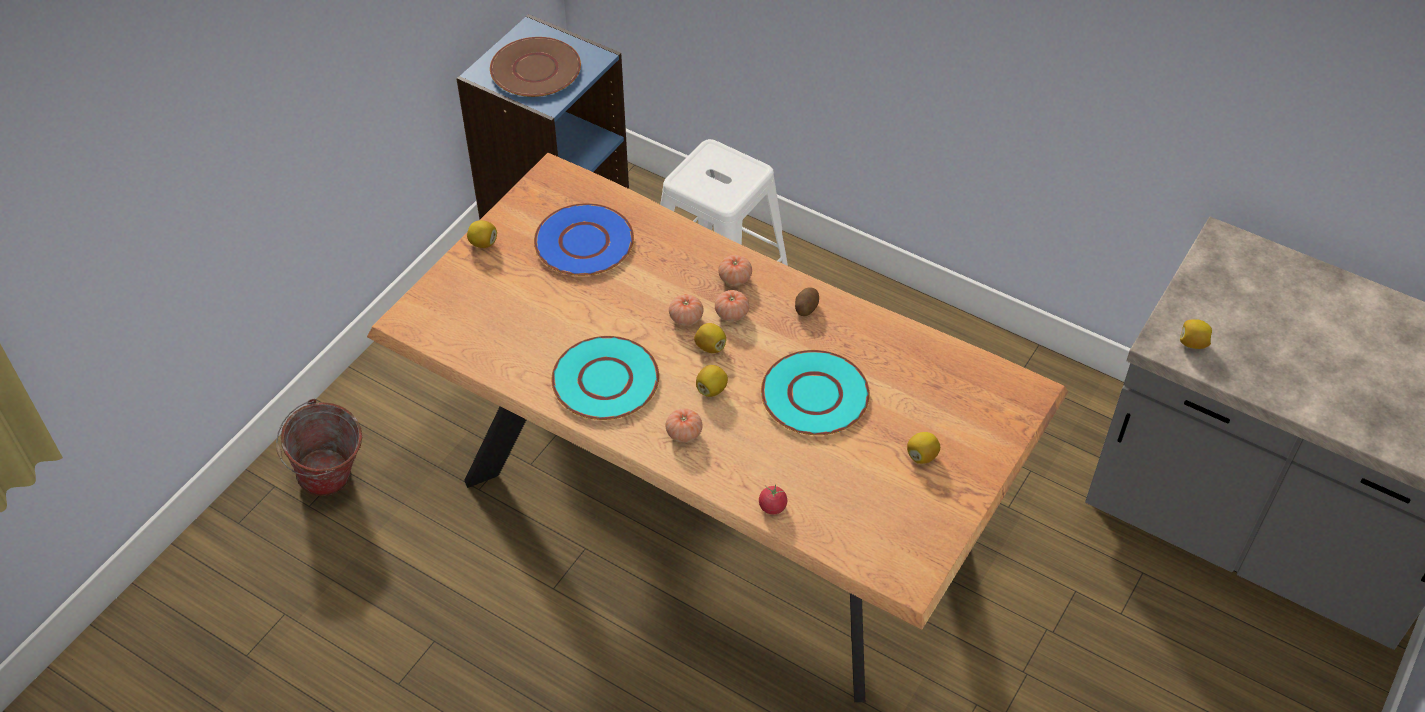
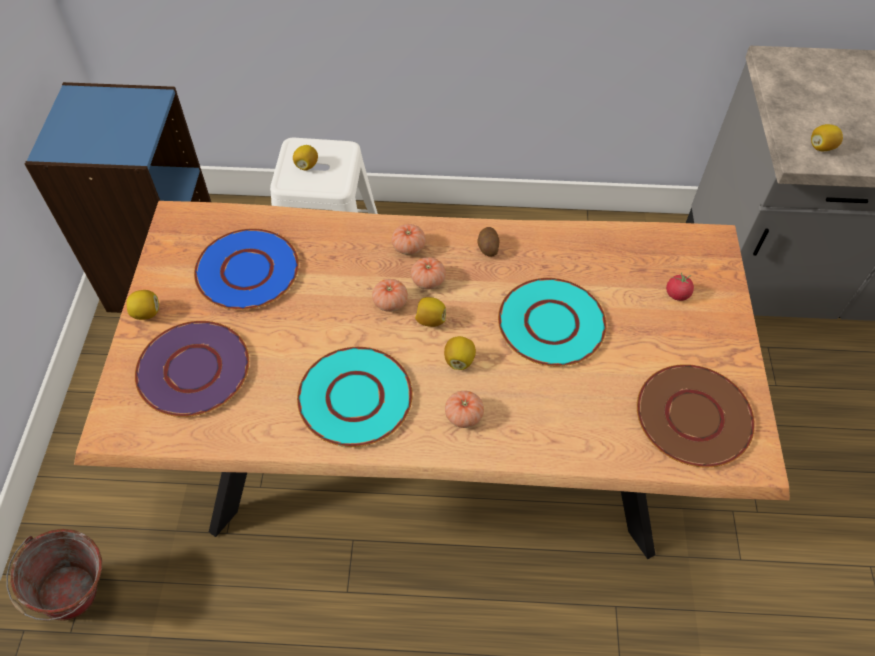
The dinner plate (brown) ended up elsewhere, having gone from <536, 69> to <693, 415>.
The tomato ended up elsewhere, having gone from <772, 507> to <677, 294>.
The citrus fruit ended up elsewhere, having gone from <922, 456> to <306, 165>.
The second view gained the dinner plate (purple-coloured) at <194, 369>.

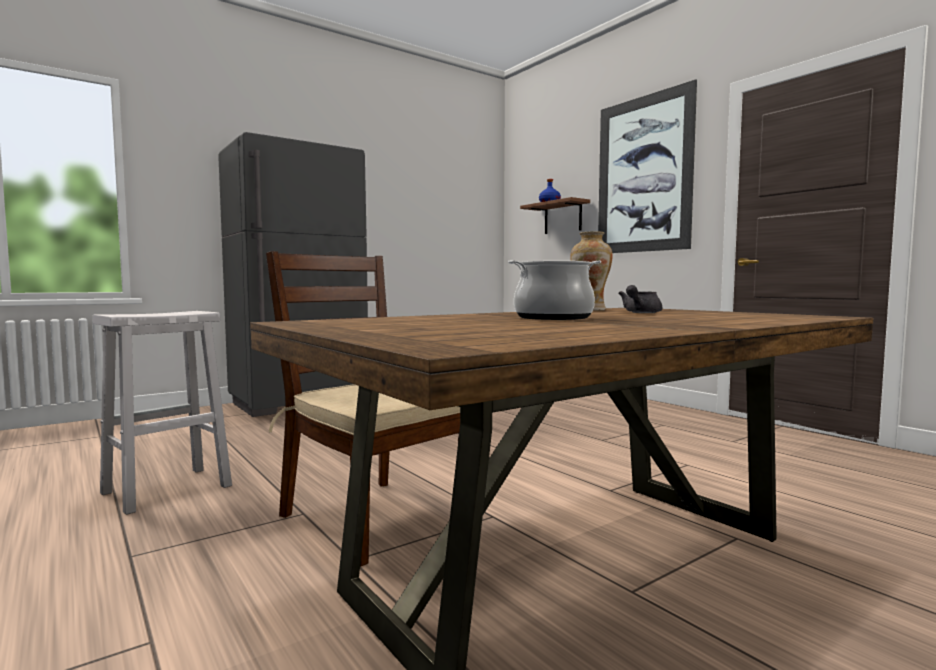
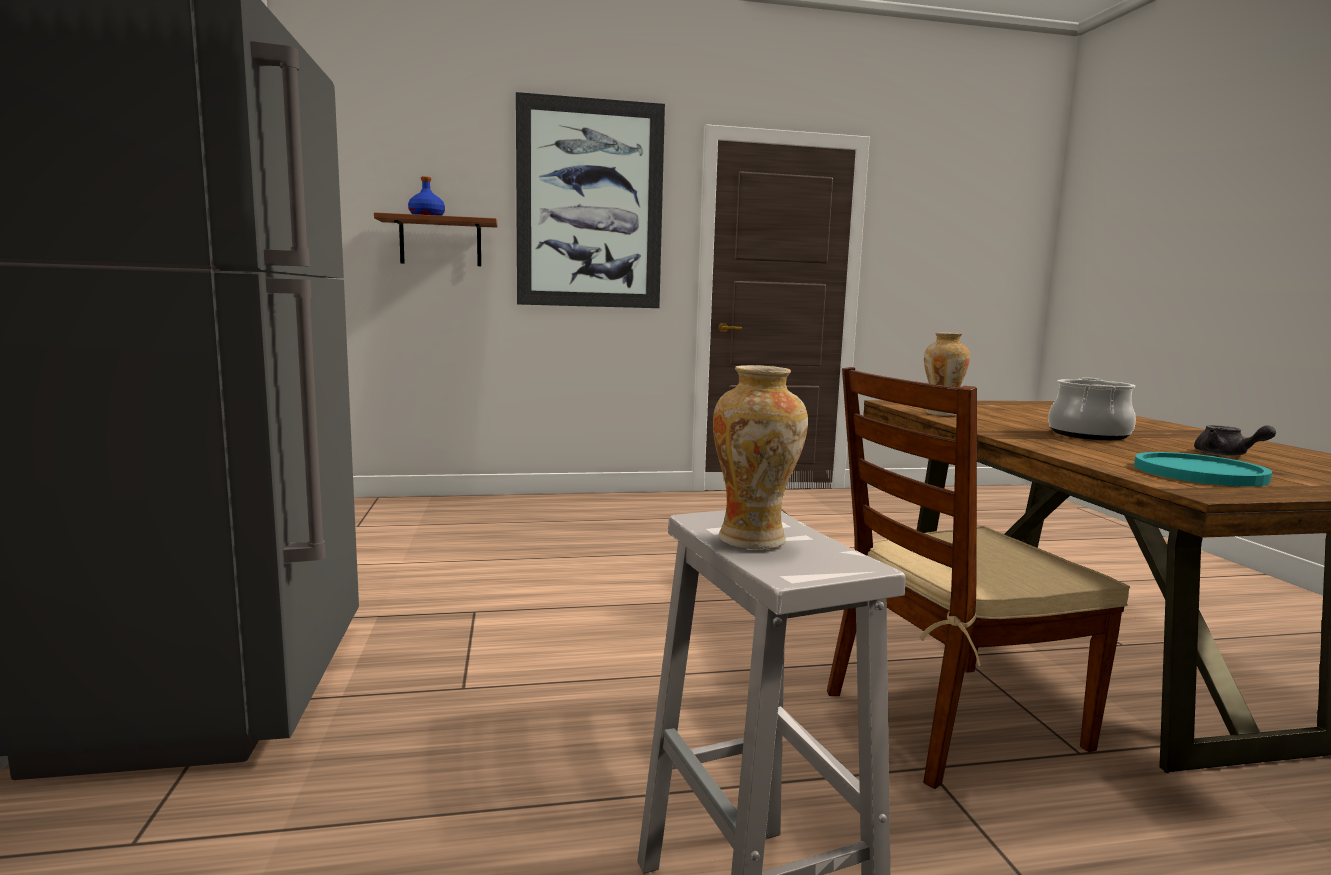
The teapot (greyish) ended up elsewhere, having gone from <640, 313> to <1226, 455>.
The second view gained the vase at <754, 540>.
The second view gained the dinner plate (turquoise) at <1199, 472>.

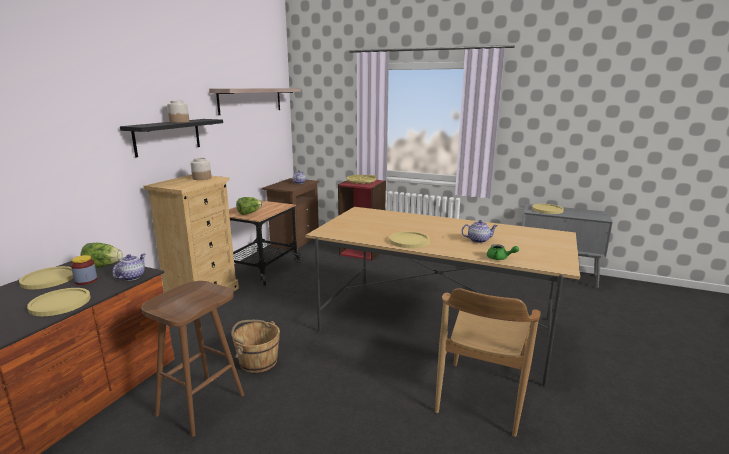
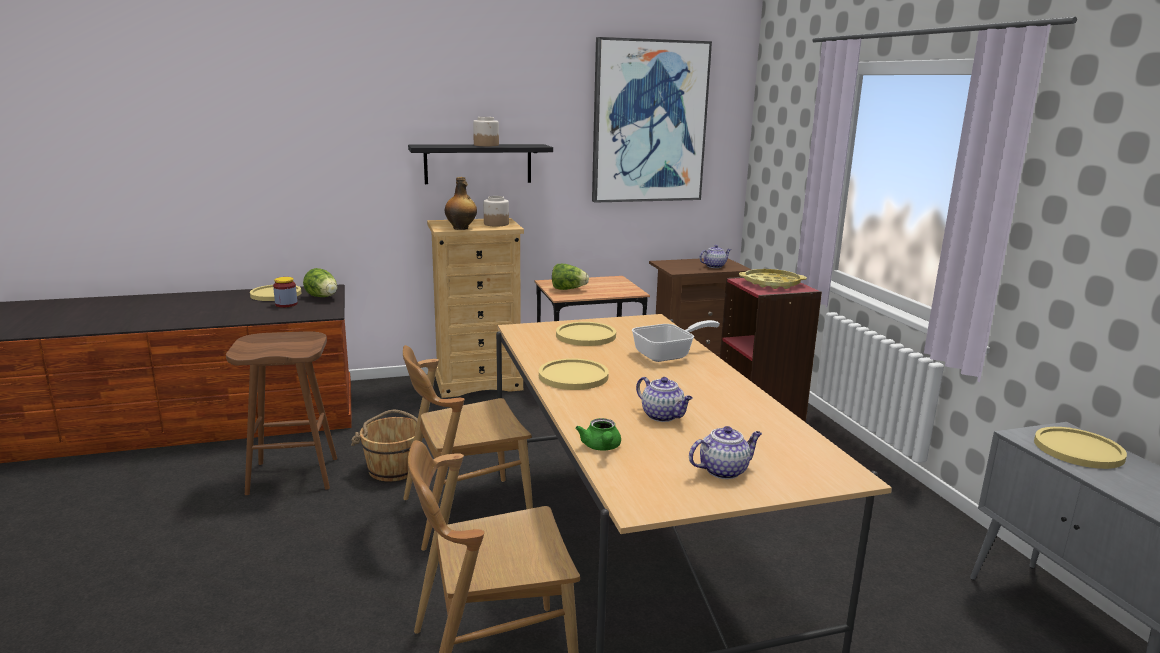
The dinner plate (yellow-coloured) ended up elsewhere, having gone from <60, 303> to <585, 335>.
The teapot ended up elsewhere, having gone from <132, 277> to <724, 470>.
Where the bracket shelf hung at <251, 100>, the wall art came to hang at <649, 122>.
The second view gained the upright chair (brown) at <466, 512>.
The second view gained the drink bottle at <461, 228>.
The second view gained the skillet at <669, 355>.

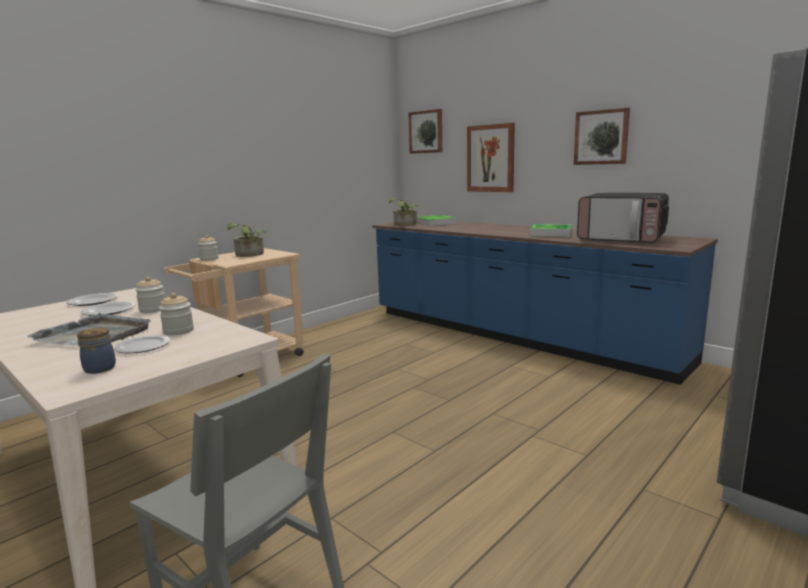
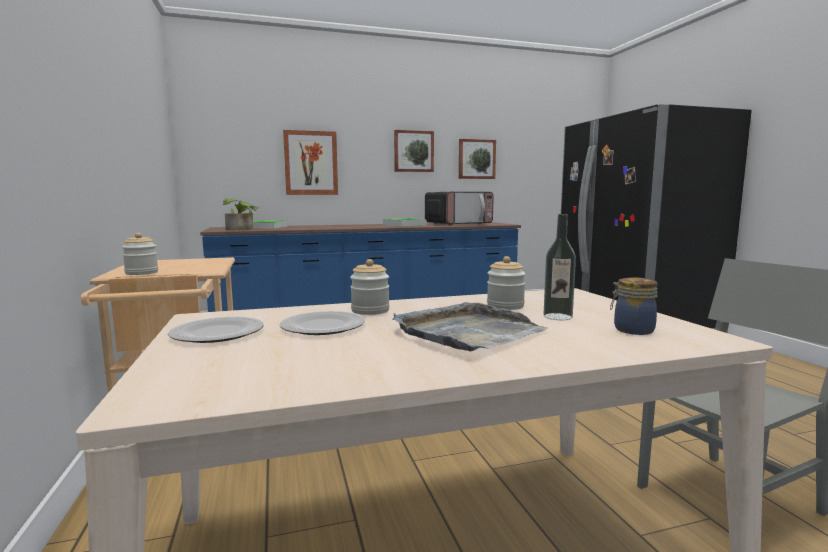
Where the dinner plate stood at <143, 347>, the drink bottle came to stand at <557, 317>.
The second view lost the houseplant at <249, 255>.
The wall art ended up elsewhere, having gone from <426, 132> to <476, 159>.

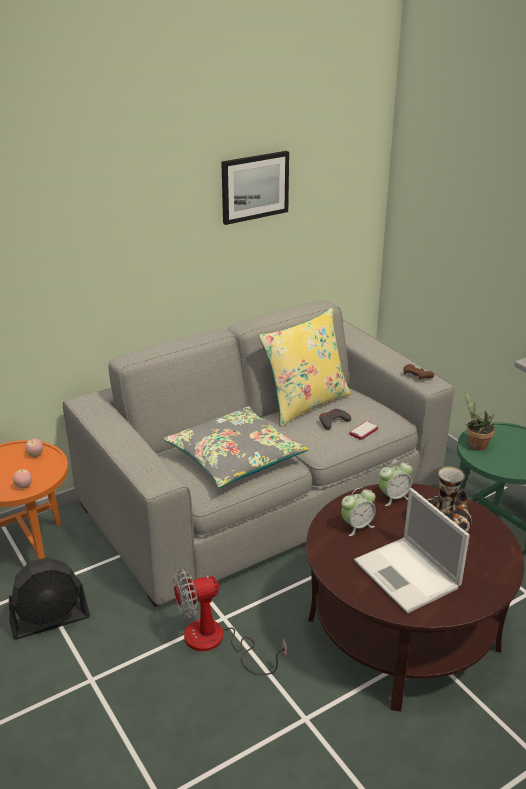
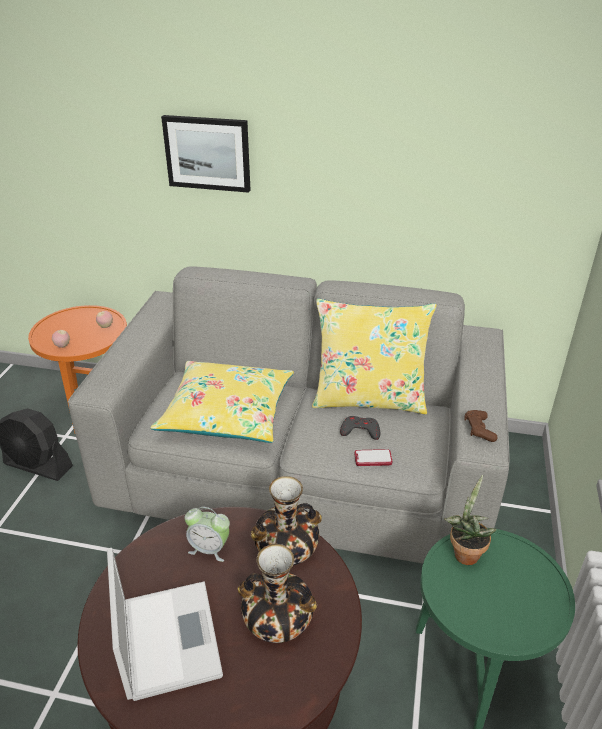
What was the throw pillow (greyish) at <235, 457> turned into the throw pillow (yellow-coloured) at <227, 412>.
The second view lost the electric fan at <216, 642>.
The wall art ended up elsewhere, having gone from <254, 187> to <207, 153>.
The laptop at <408, 575> ended up facing another way, 150 degrees clockwise from before.
Where the alarm clock stood at <393, 497>, the vase came to stand at <288, 546>.

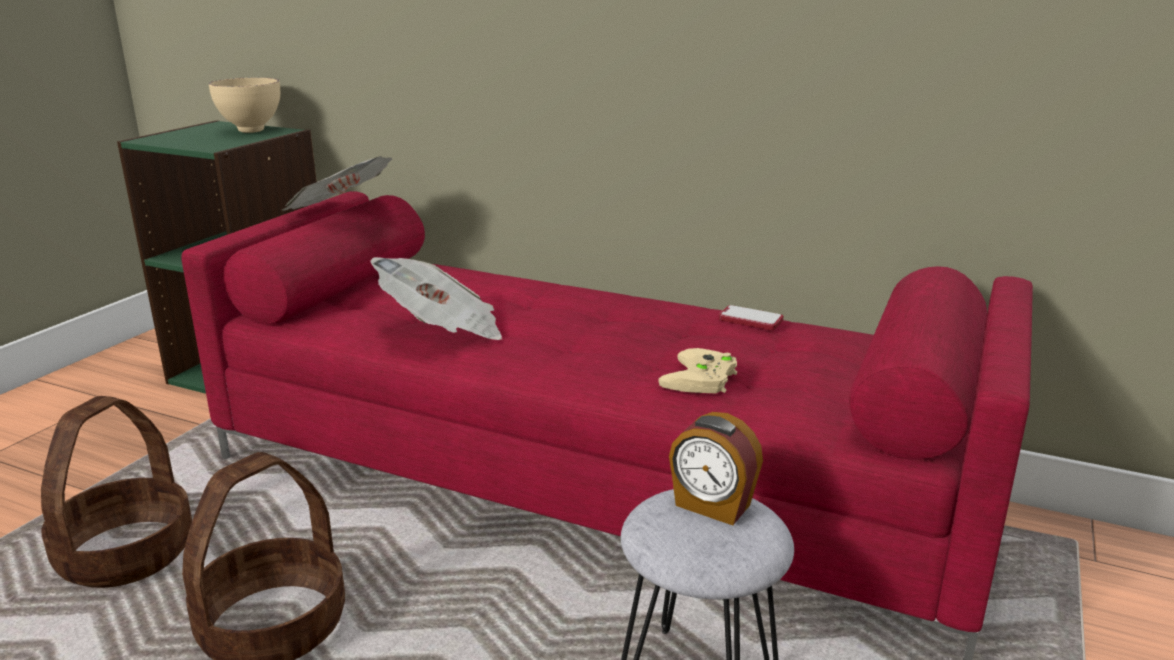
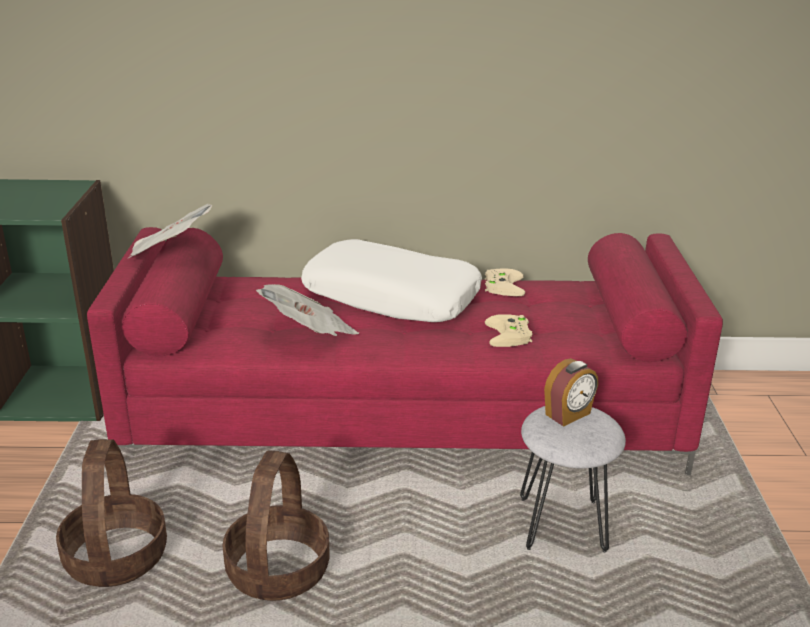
The second view lost the deep dish (beige) at <251, 130>.
The alarm clock at <712, 506> ended up facing another way, 45 degrees counterclockwise from before.
Where the handset stood at <750, 320>, the joypad (beige) came to stand at <502, 285>.
The second view gained the throw pillow (whitish) at <392, 297>.

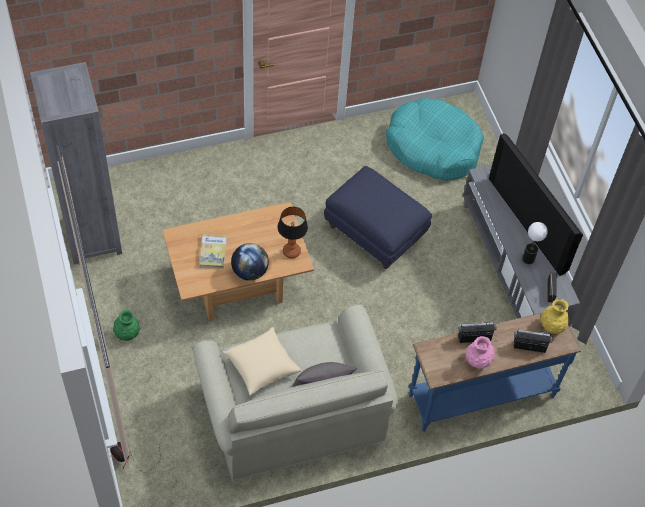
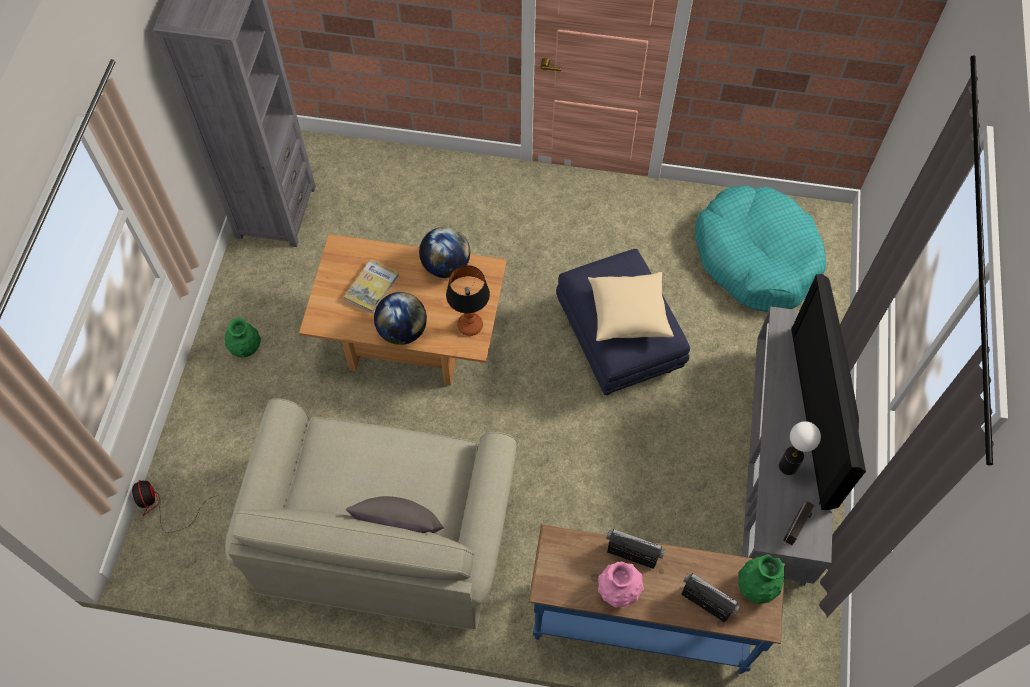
The throw pillow (beige) ended up elsewhere, having gone from <261, 366> to <628, 314>.
What was the vase (yellow-coloured) at <552, 326> turned into the vase (greenish) at <756, 586>.
The second view gained the world globe at <445, 266>.

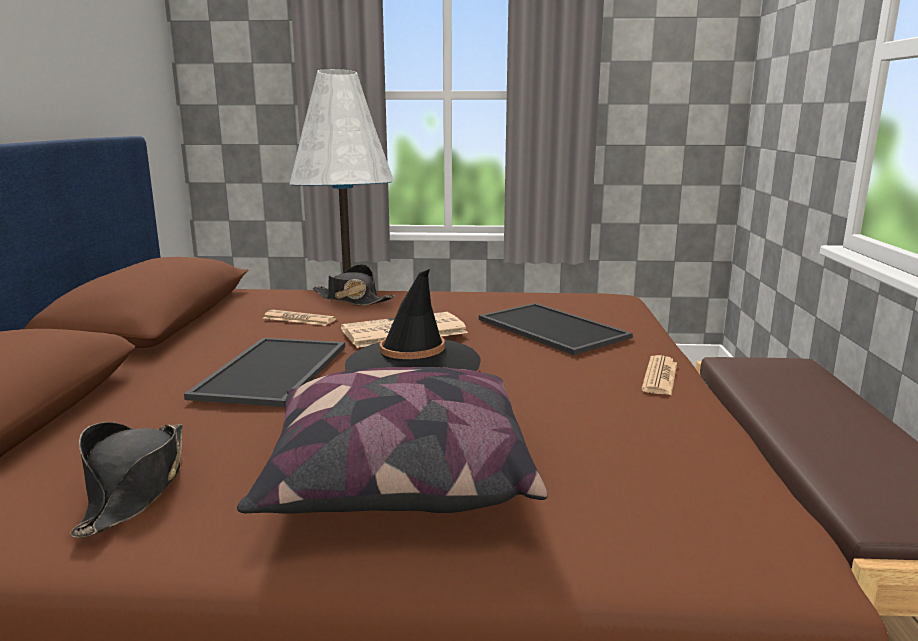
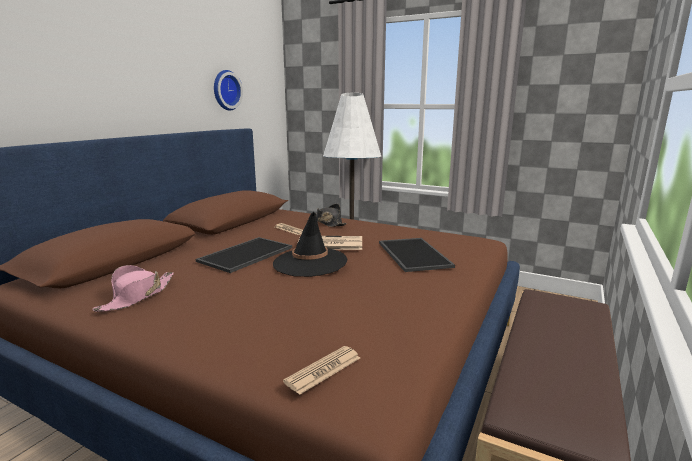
What was the hat (blackish) at <135, 487> turned into the hat (pink) at <137, 296>.
The second view lost the throw pillow at <395, 479>.
The printed paper ended up elsewhere, having gone from <660, 376> to <323, 370>.
The second view gained the clock on the wall at <225, 90>.

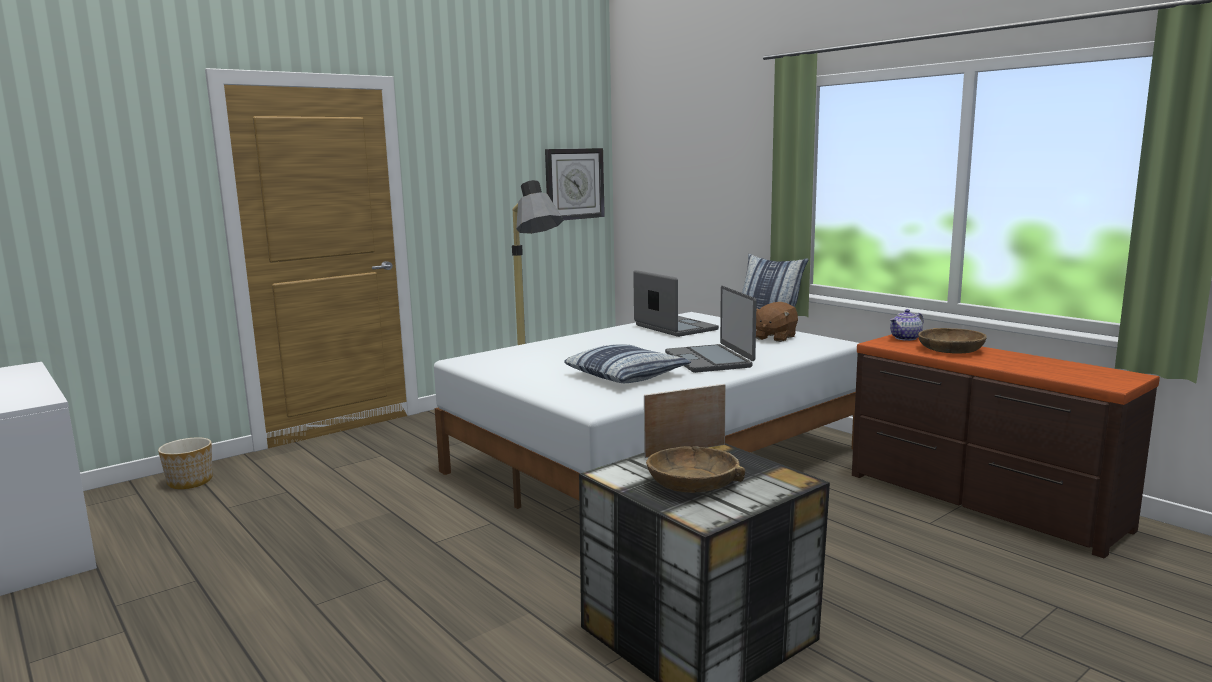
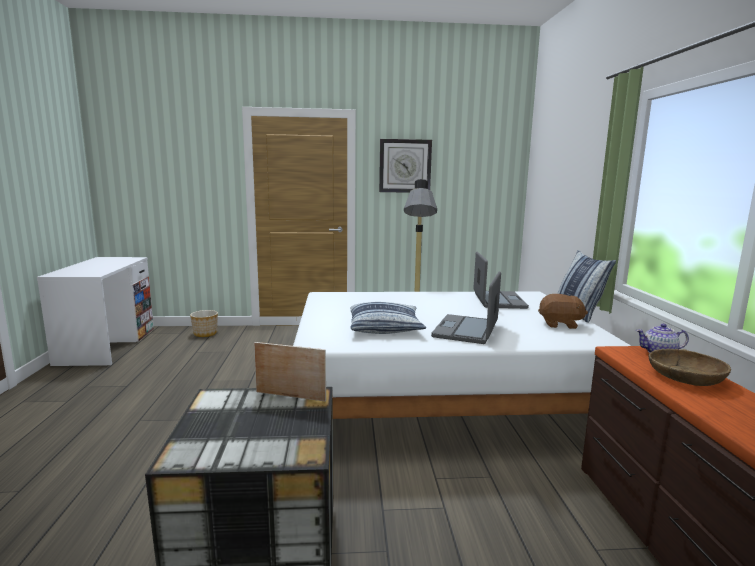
The clock on the wall ended up elsewhere, having gone from <574, 184> to <405, 166>.
The second view lost the deep dish (brown) at <693, 482>.
The cuddly toy (brown) at <774, 337> ended up facing another way, 150 degrees counterclockwise from before.

